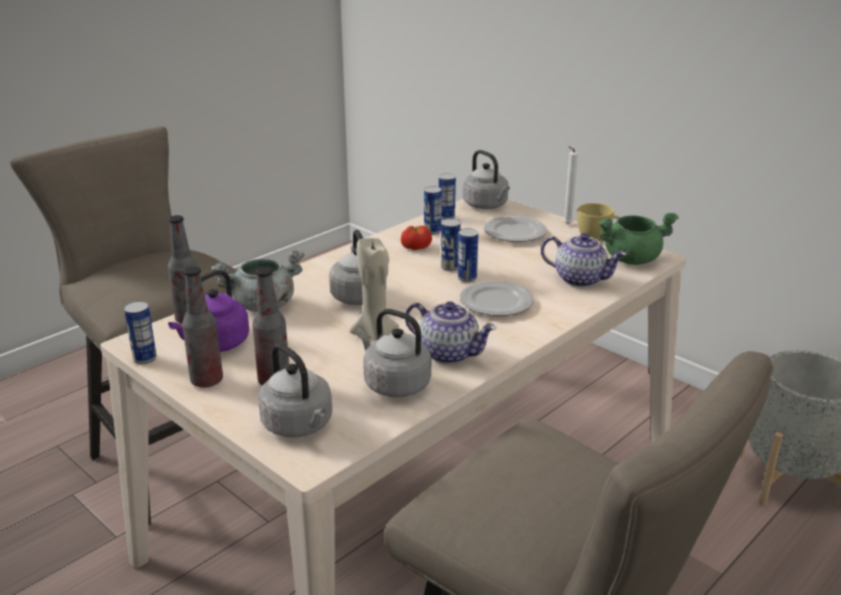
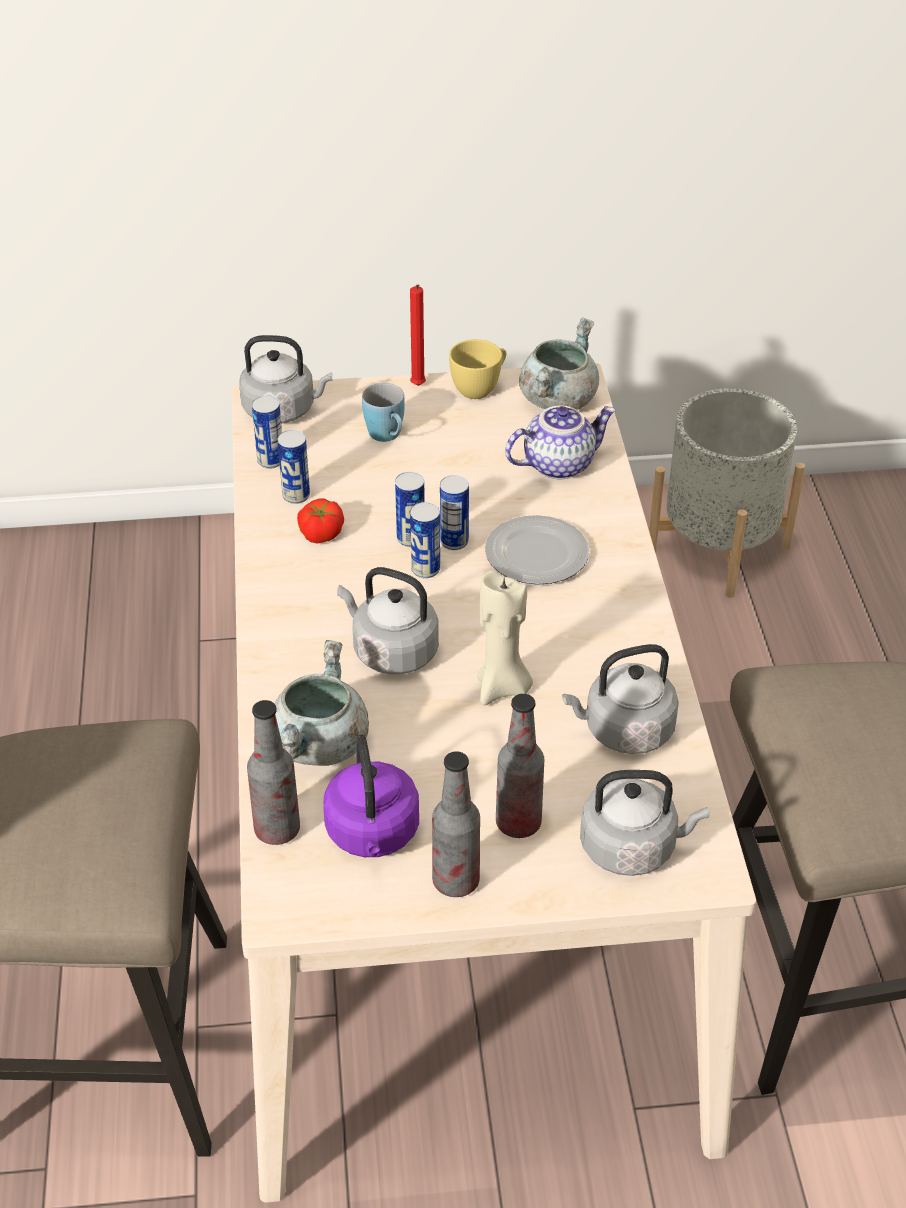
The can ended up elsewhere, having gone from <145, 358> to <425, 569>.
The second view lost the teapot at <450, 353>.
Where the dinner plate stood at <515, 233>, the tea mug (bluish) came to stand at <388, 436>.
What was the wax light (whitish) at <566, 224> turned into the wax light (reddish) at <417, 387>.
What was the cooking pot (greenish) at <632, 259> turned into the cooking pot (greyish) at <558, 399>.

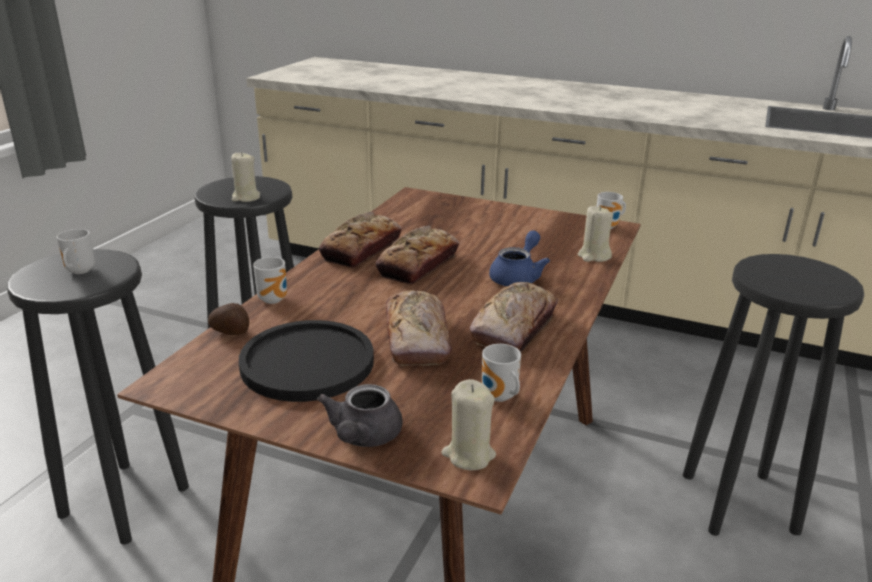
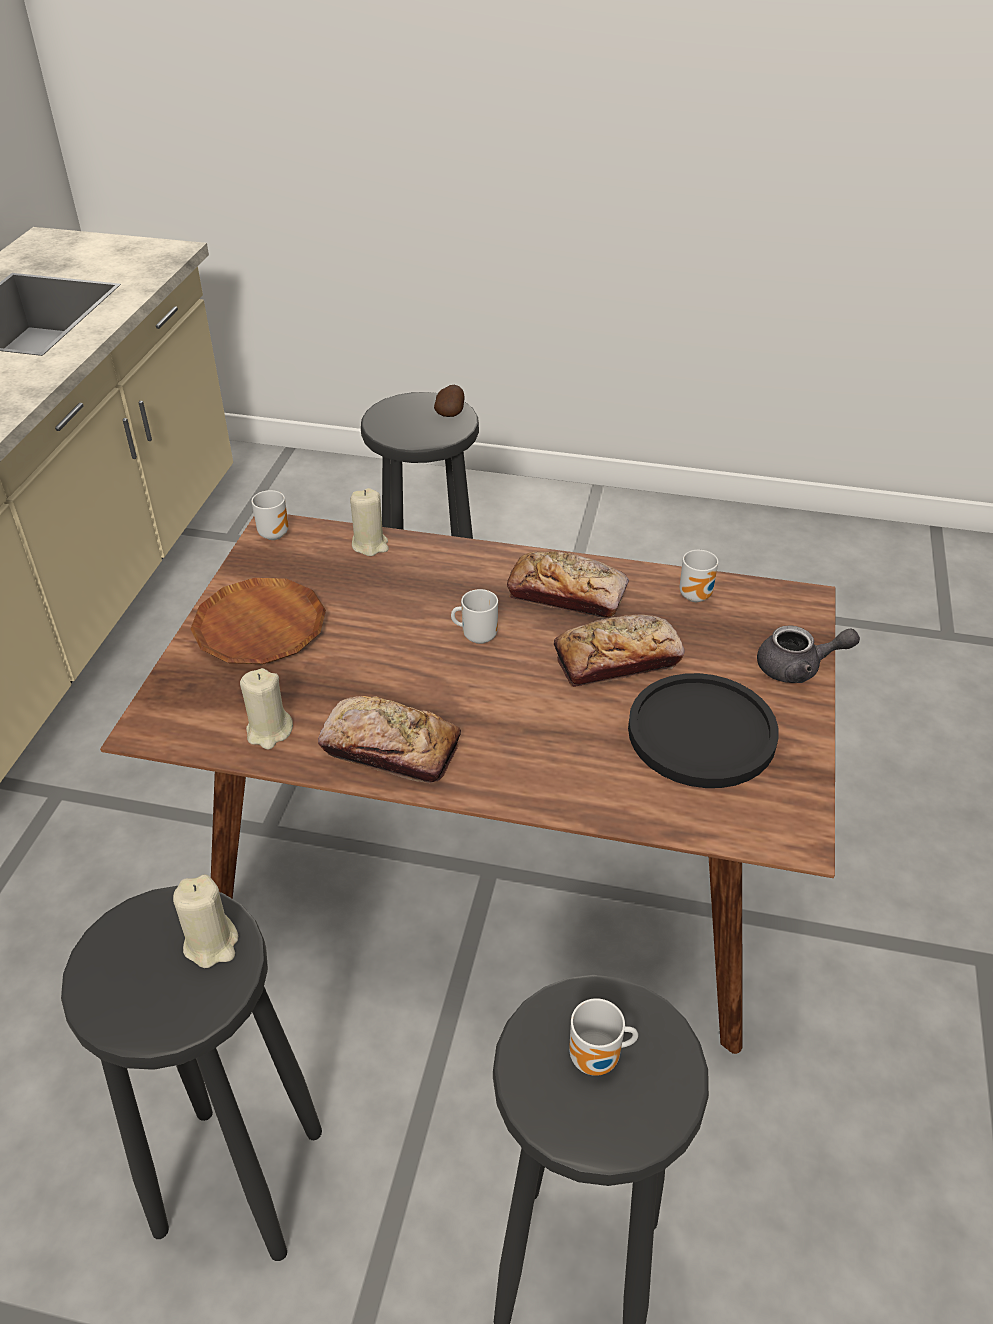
The potato ended up elsewhere, having gone from <231, 332> to <451, 413>.
The tea mug ended up elsewhere, having gone from <275, 299> to <477, 636>.
The second view lost the bread at <418, 264>.
The wax light (beige) ended up elsewhere, having gone from <468, 454> to <269, 731>.
The second view lost the teapot (bluish) at <518, 277>.
The second view gained the dinner plate (brown) at <260, 628>.

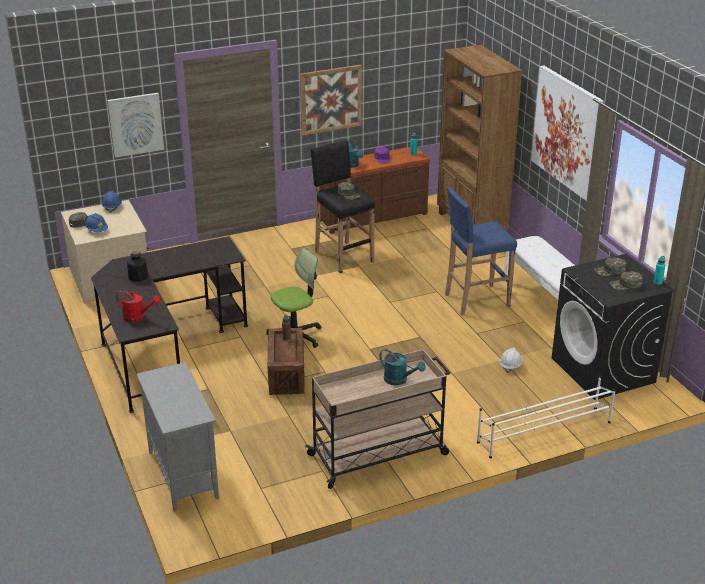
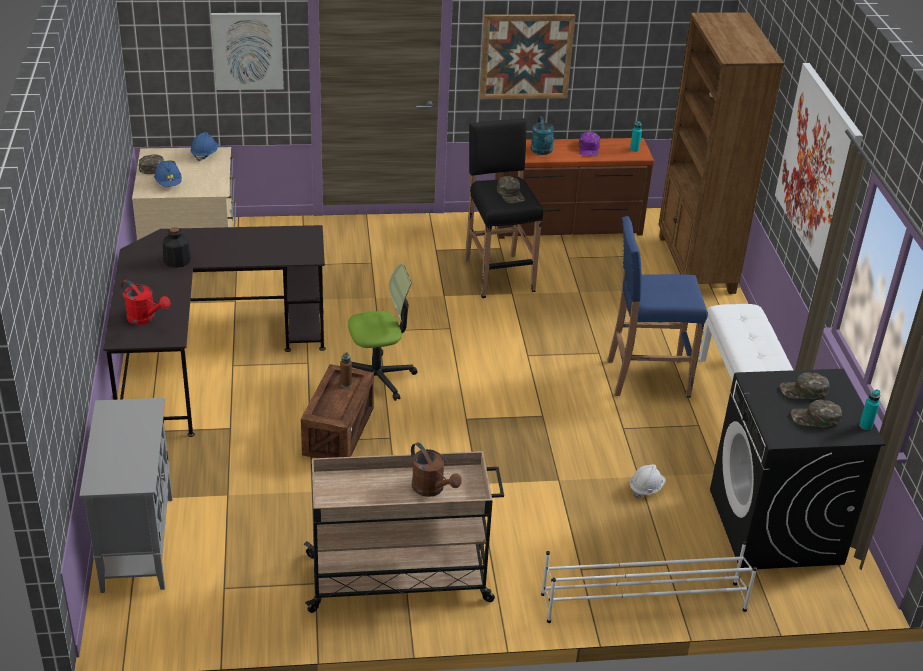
What was the watering pot (turquoise) at <399, 380> turned into the watering pot (brown) at <432, 489>.

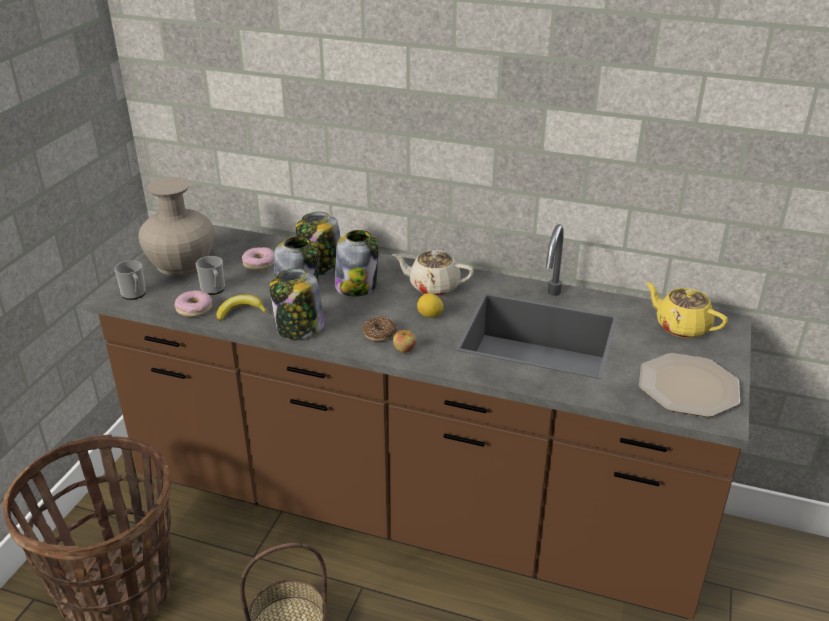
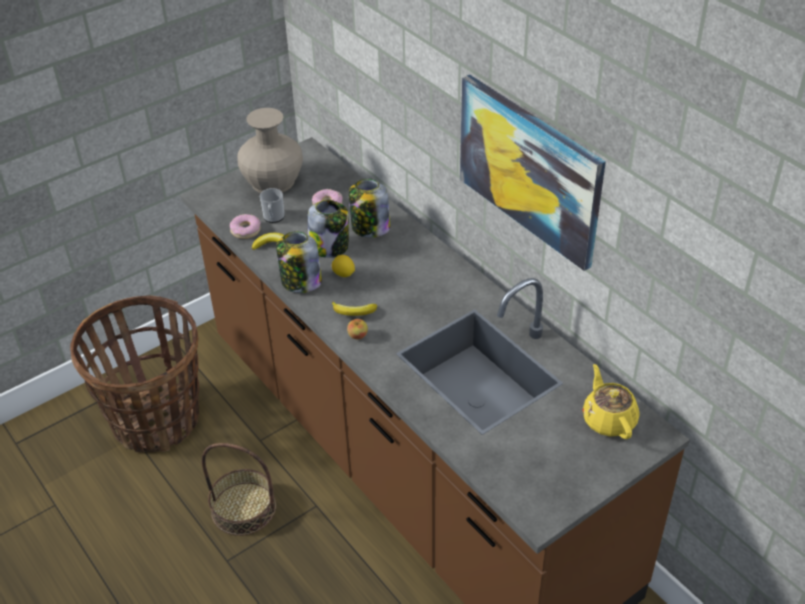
The second view lost the tea mug at <135, 294>.
The second view lost the preserve jar at <356, 286>.
Where the doughnut stood at <379, 334>, the whole banana came to stand at <353, 312>.
The second view lost the teapot (beige) at <433, 286>.
The citrus fruit ended up elsewhere, having gone from <430, 316> to <343, 274>.
The second view lost the dinner plate at <688, 387>.
The second view gained the wall art at <529, 169>.

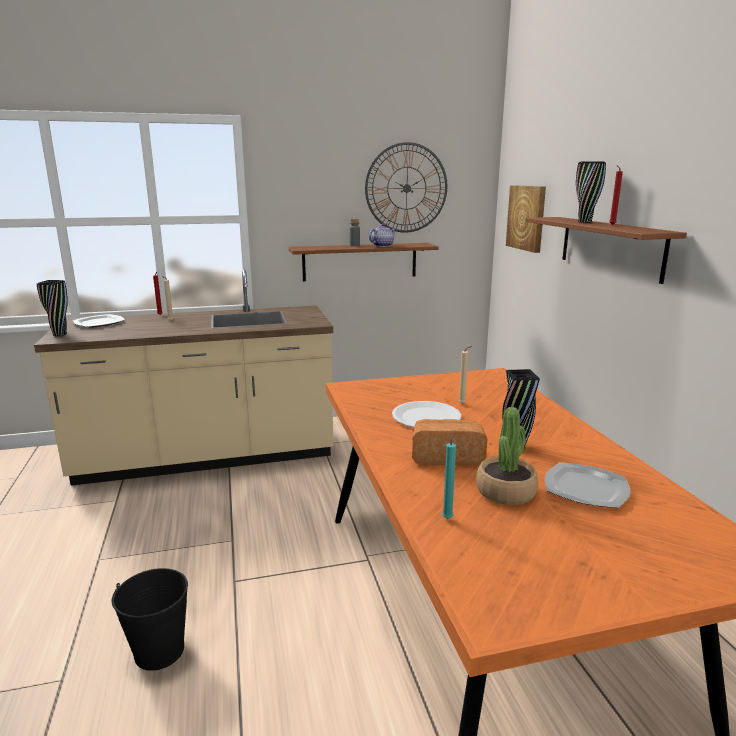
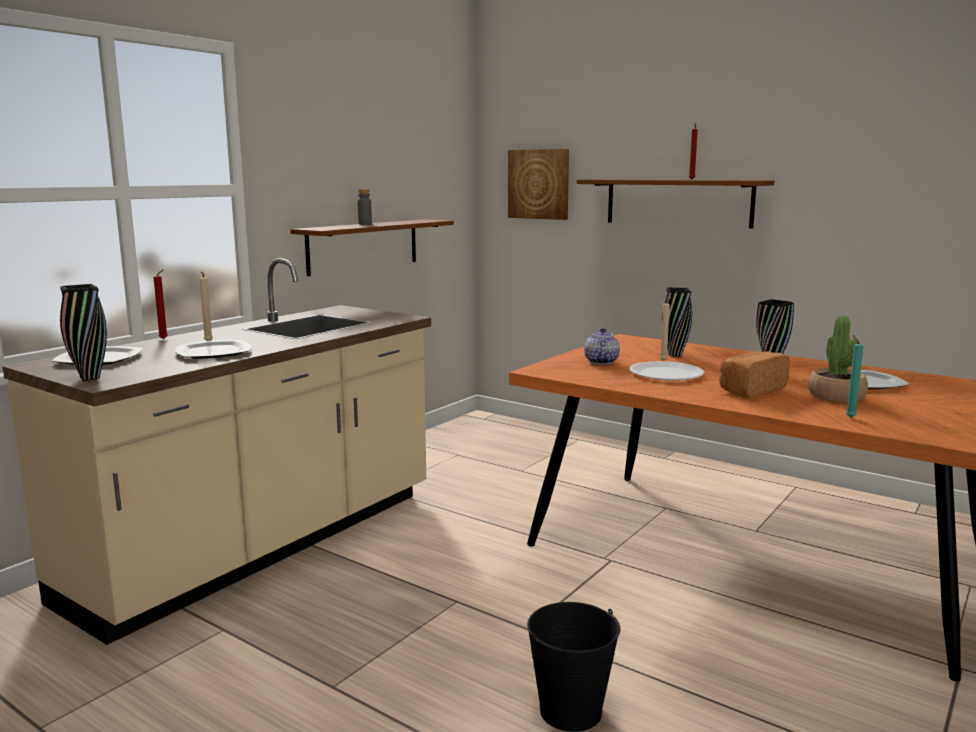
The second view lost the clock on the wall at <406, 188>.
The teapot ended up elsewhere, having gone from <382, 246> to <600, 362>.
The vase (blackish) ended up elsewhere, having gone from <585, 222> to <674, 355>.
The second view gained the dinner plate at <214, 352>.

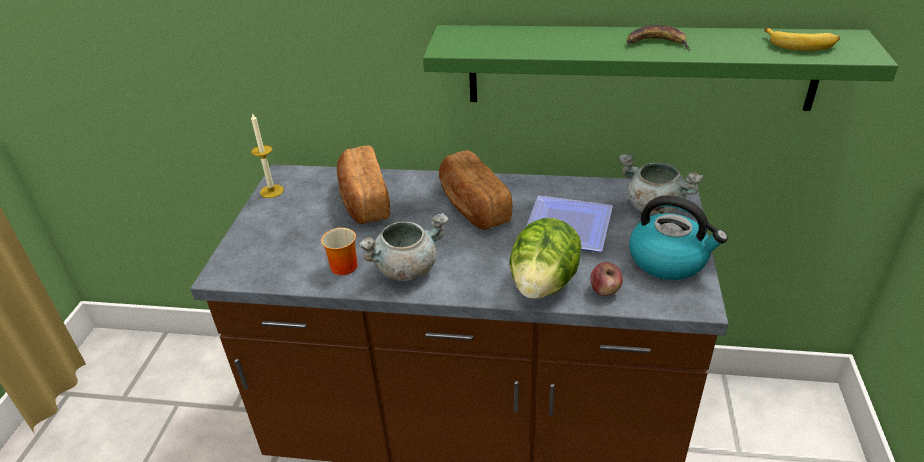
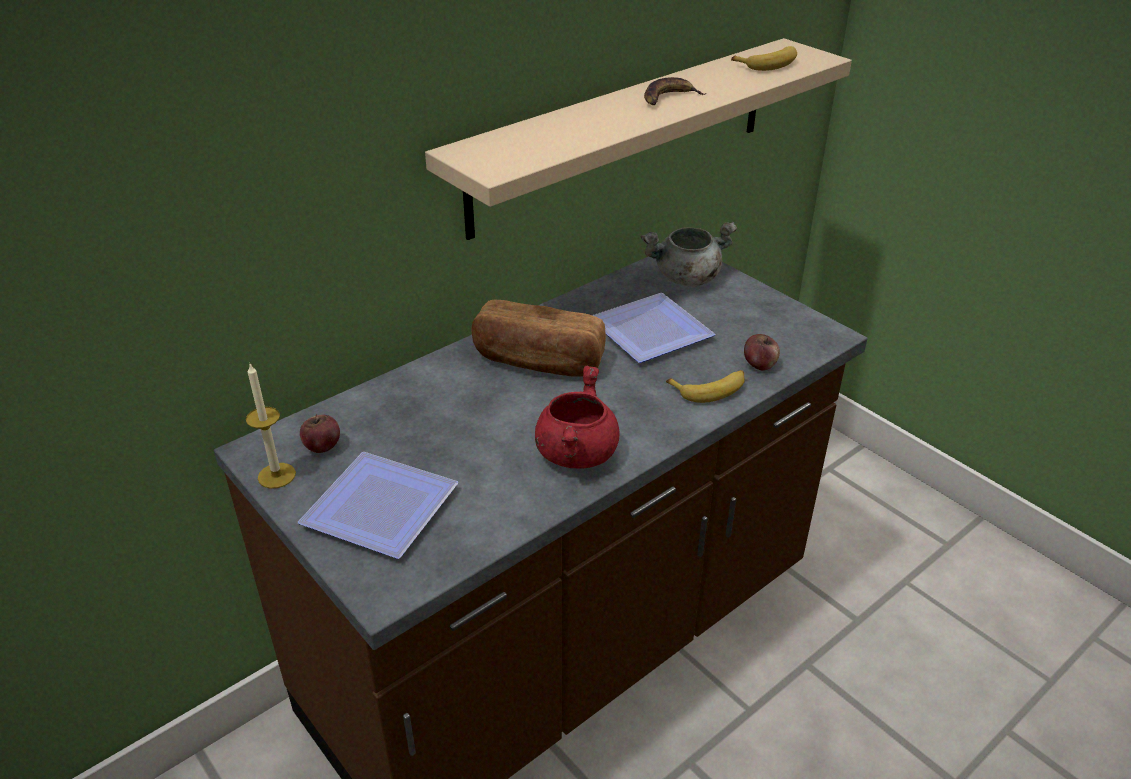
The second view lost the tea mug at <341, 264>.
The second view lost the bread at <363, 200>.
What was the cooking pot (greyish) at <407, 268> turned into the cooking pot (reddish) at <575, 452>.
What was the bracket shelf (greenish) at <639, 67> turned into the bracket shelf (beige) at <624, 134>.
Where the lettuce head stood at <543, 284>, the whole banana came to stand at <710, 389>.
The second view lost the kettle at <669, 260>.
The second view gained the dinner plate at <375, 510>.
The second view gained the whole apple at <322, 446>.

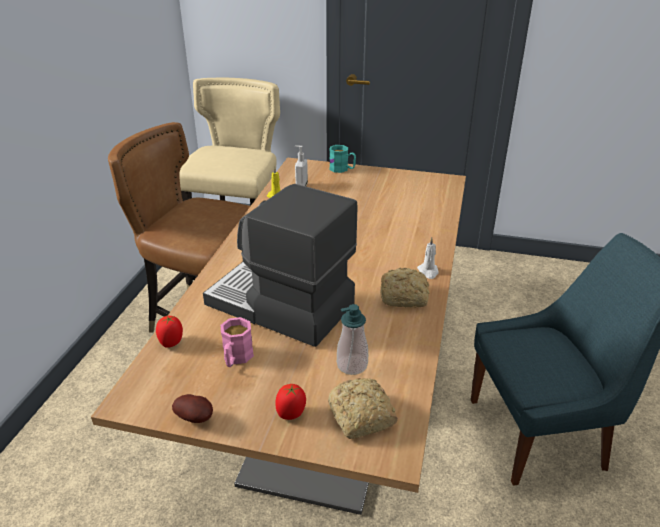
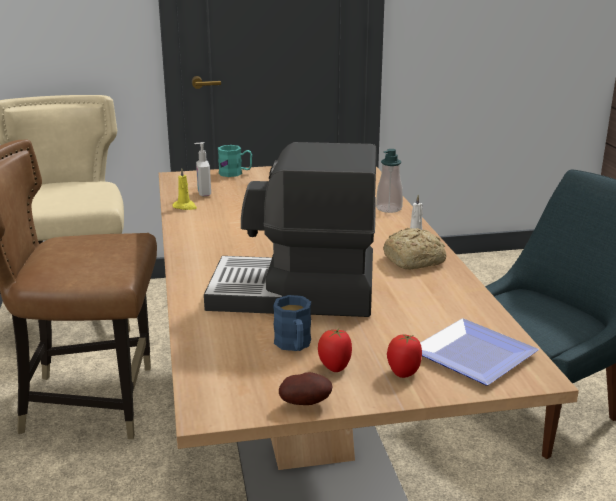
The tomato ended up elsewhere, having gone from <171, 342> to <334, 367>.
What was the tea mug (pink) at <236, 358> turned into the tea mug (bluish) at <294, 345>.
Where the bread stood at <360, 418>, the dinner plate came to stand at <474, 358>.
The soap dispenser ended up elsewhere, having gone from <352, 365> to <389, 208>.

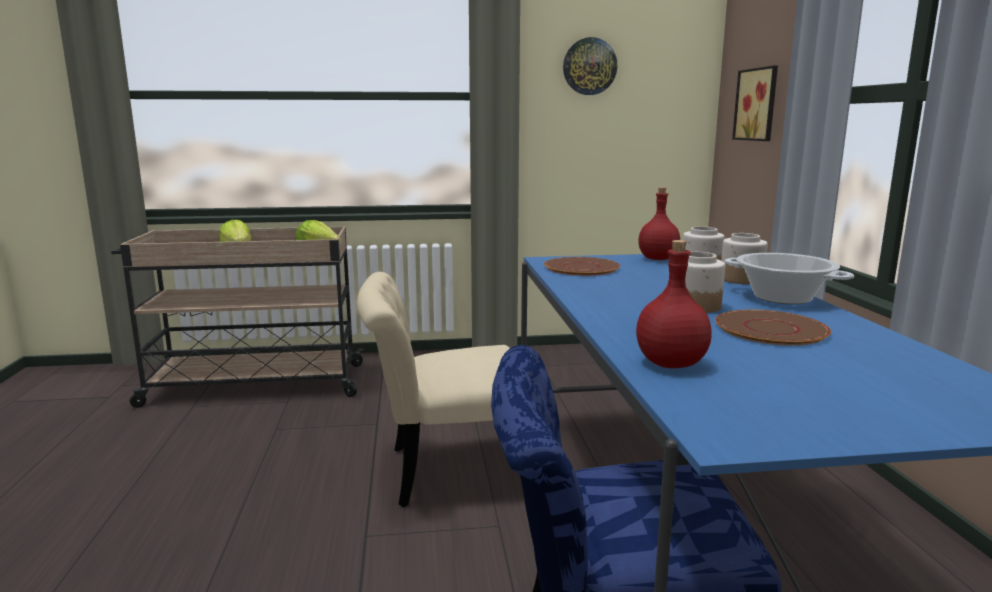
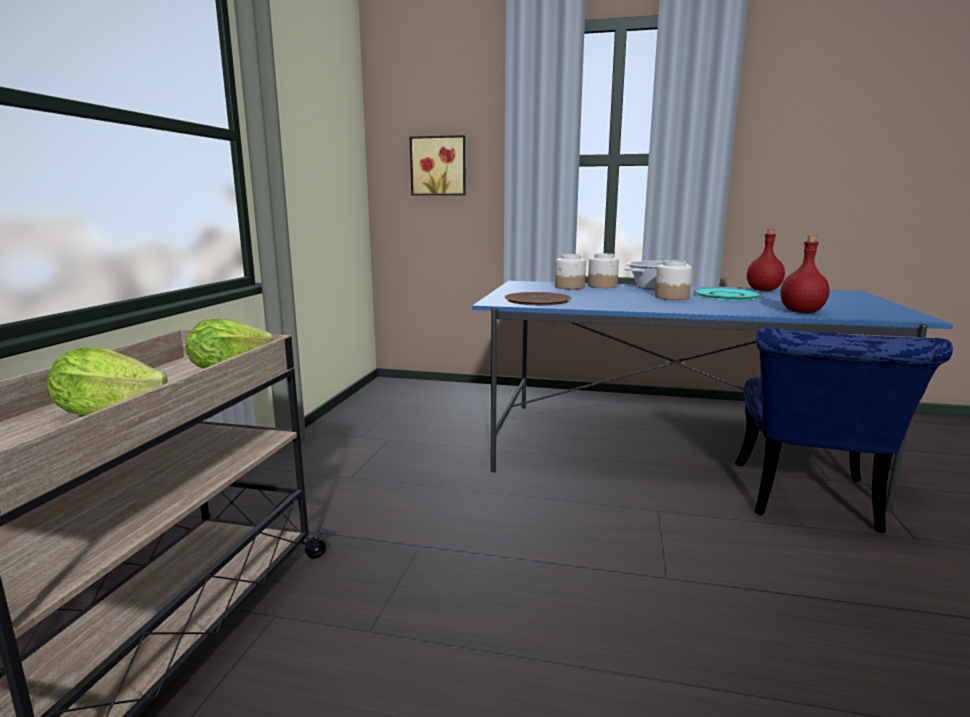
The second view lost the upright chair (beige) at <444, 472>.
The second view lost the clock on the wall at <589, 66>.
The drink bottle (reddish) ended up elsewhere, having gone from <657, 259> to <763, 290>.
What was the dinner plate (brown) at <770, 329> turned into the dinner plate (turquoise) at <727, 295>.

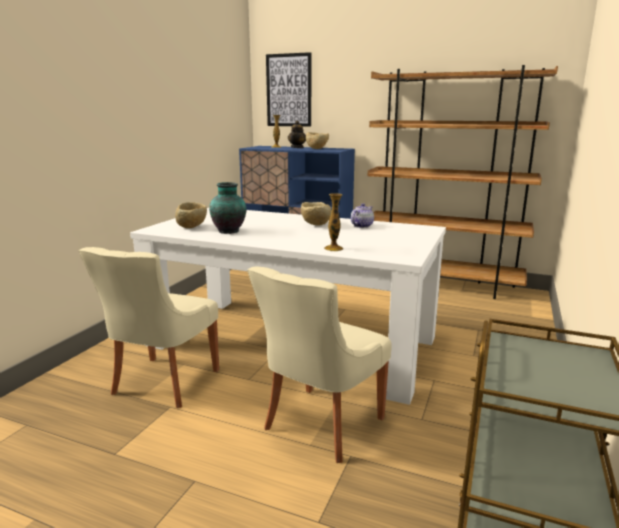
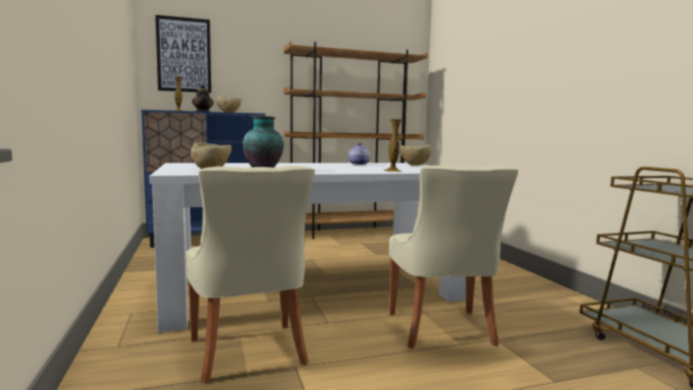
The deep dish (beige) ended up elsewhere, having gone from <315, 225> to <414, 165>.

